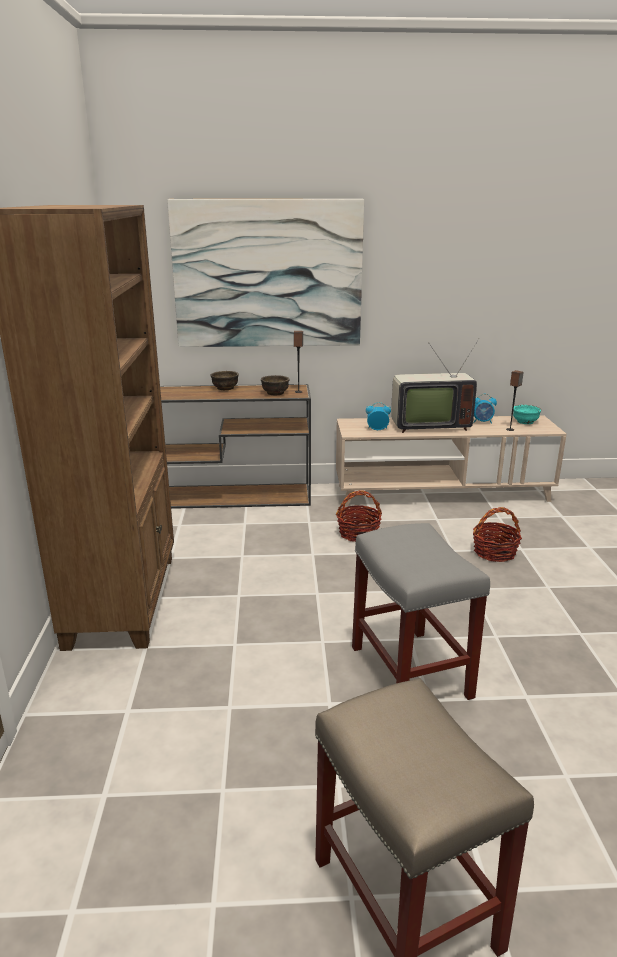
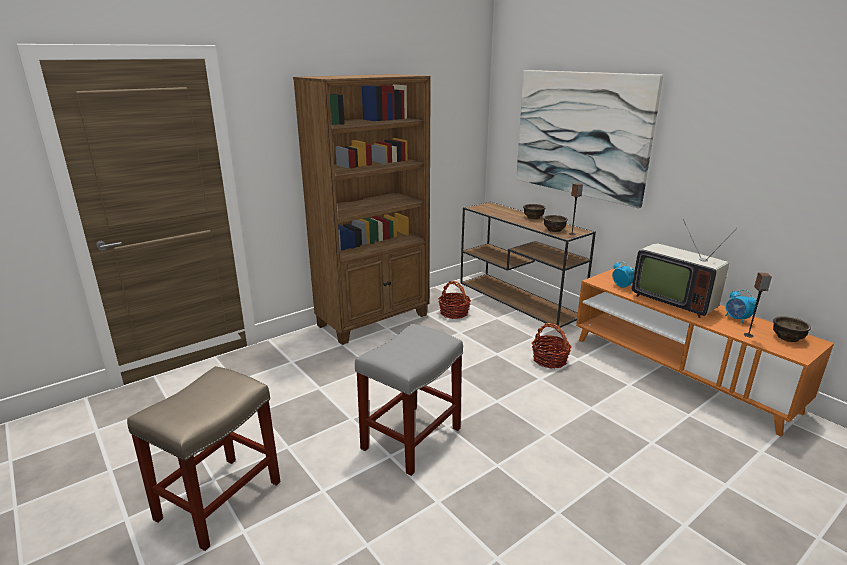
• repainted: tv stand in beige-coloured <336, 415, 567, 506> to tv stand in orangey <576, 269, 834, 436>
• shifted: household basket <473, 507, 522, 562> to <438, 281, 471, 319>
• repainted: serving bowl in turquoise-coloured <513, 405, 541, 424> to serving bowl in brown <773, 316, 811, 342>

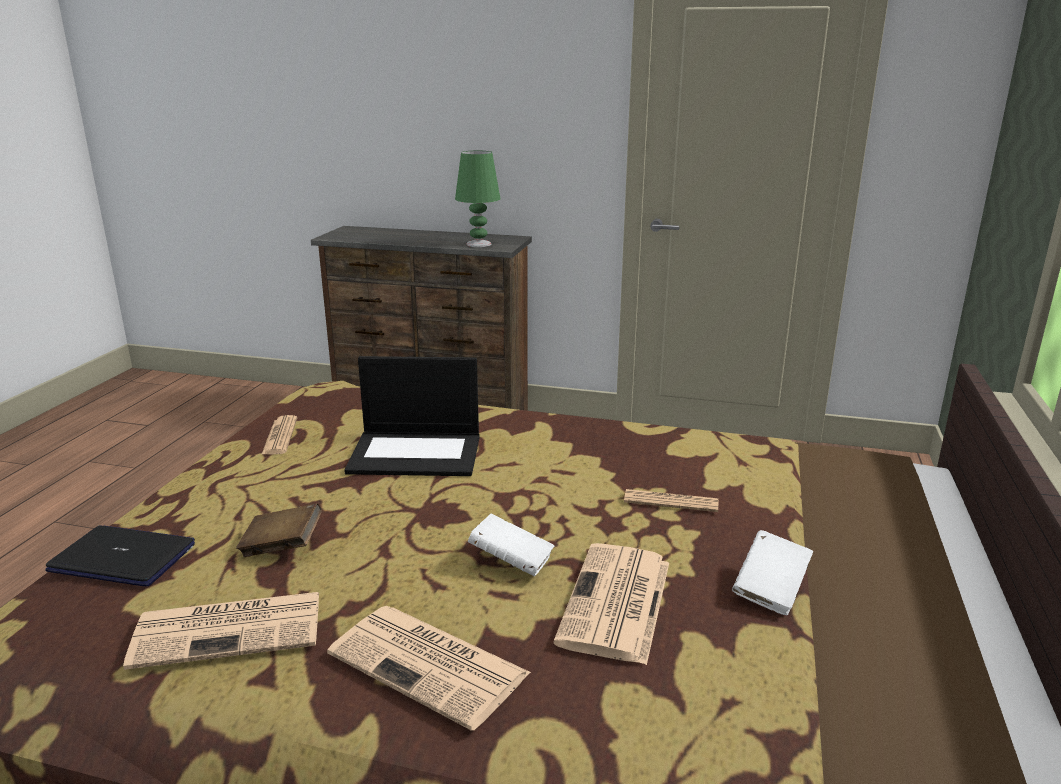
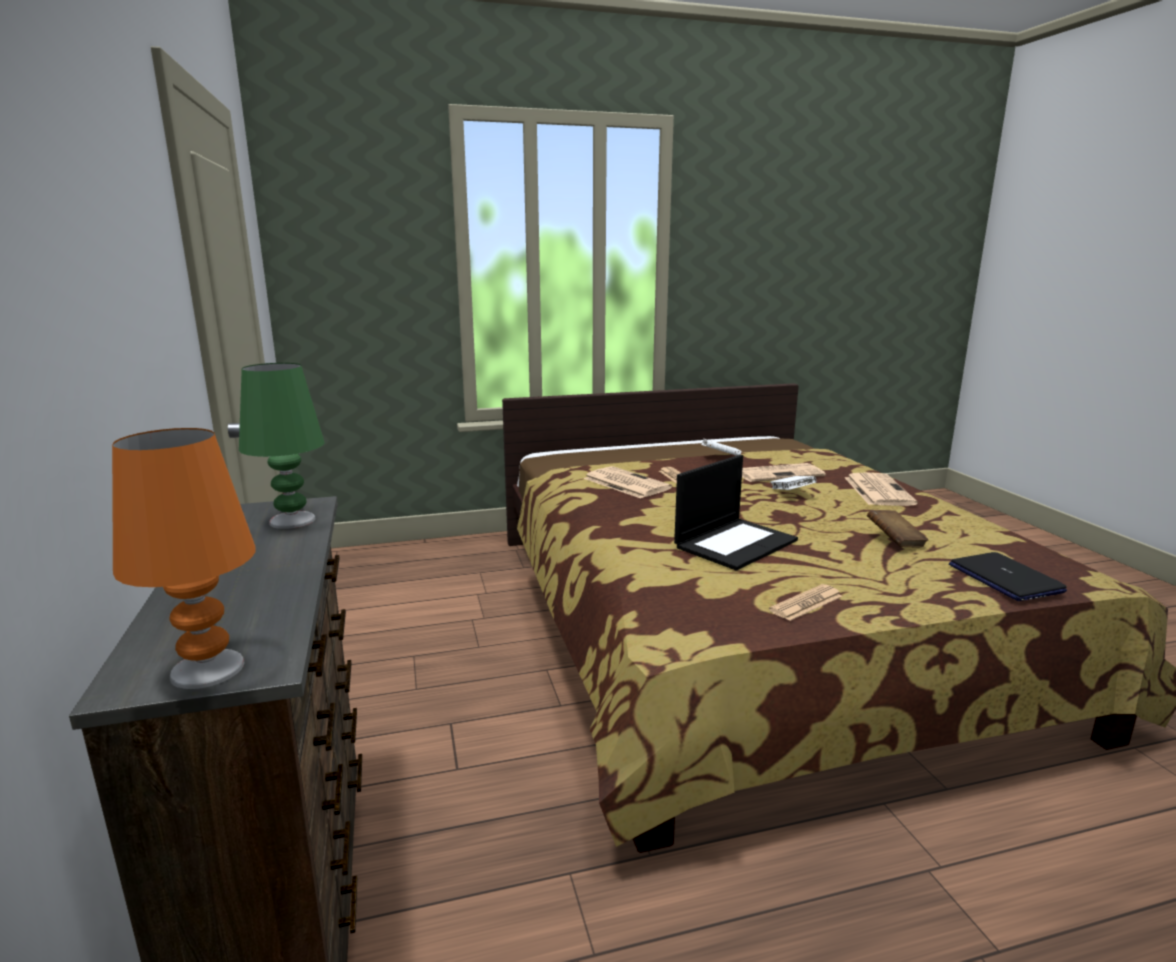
• shifted: printed paper <123, 592, 319, 670> to <584, 466, 672, 499>
• rotated: notebook computer <344, 356, 480, 476> = <674, 455, 798, 571> 75 degrees clockwise
• new: table lamp in orangey <112, 428, 256, 689>

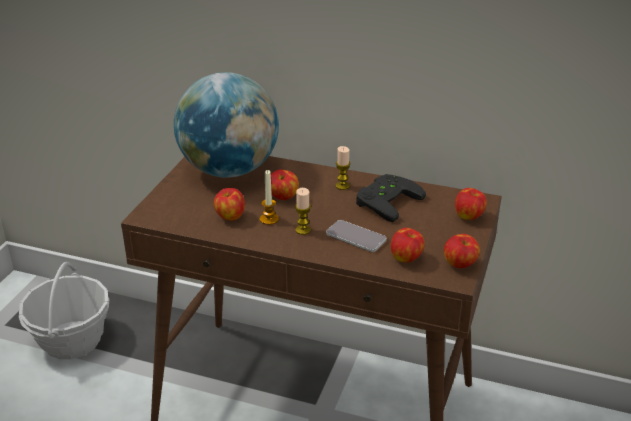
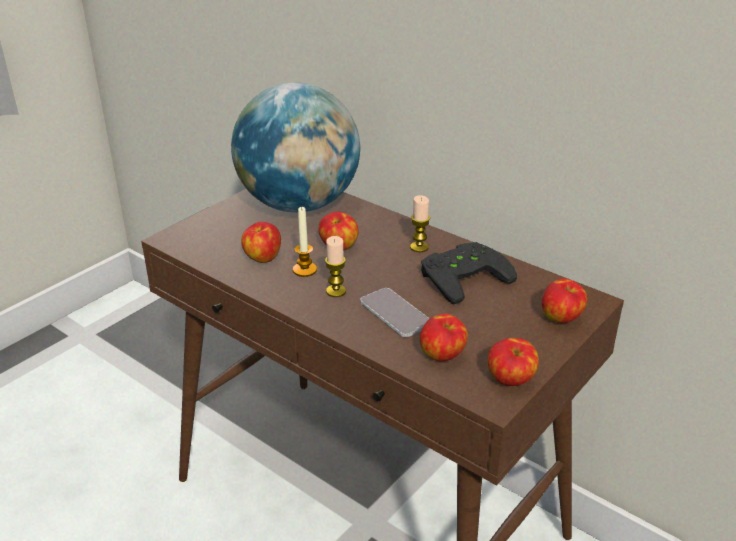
• gone: household basket <19, 262, 109, 359>

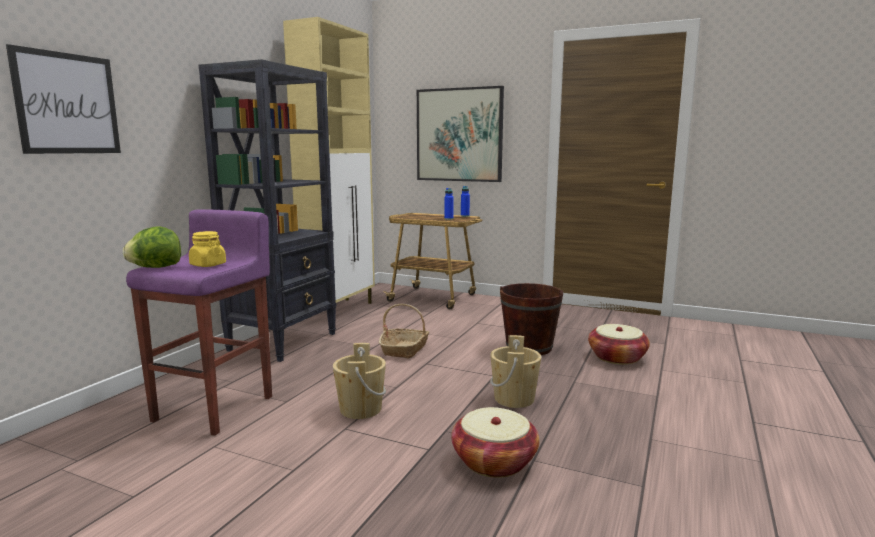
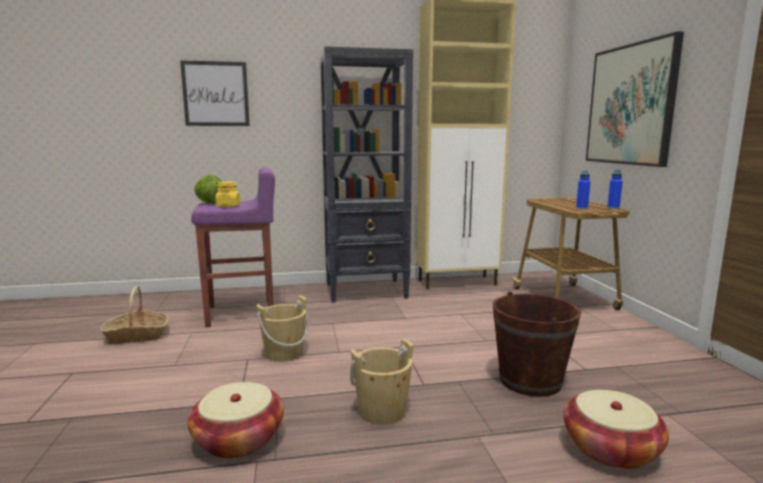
• shifted: household basket <379, 304, 429, 358> to <100, 286, 169, 344>

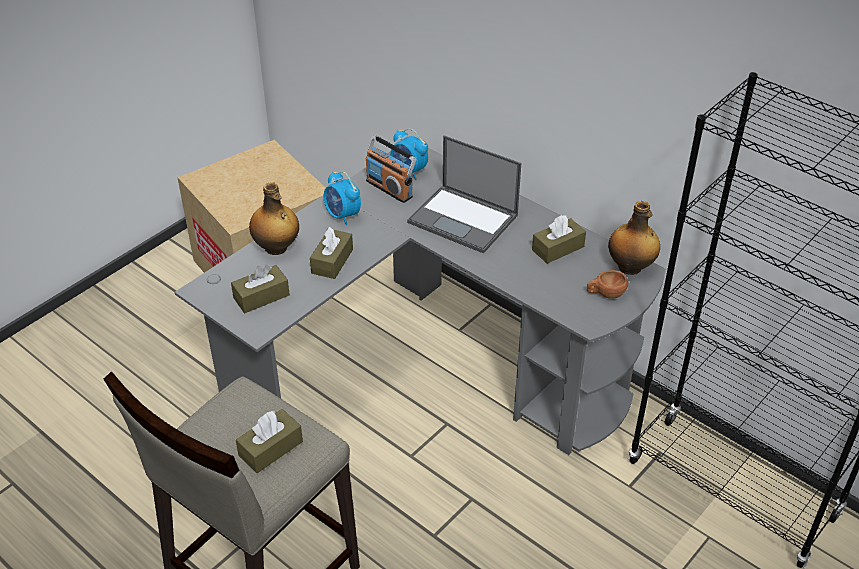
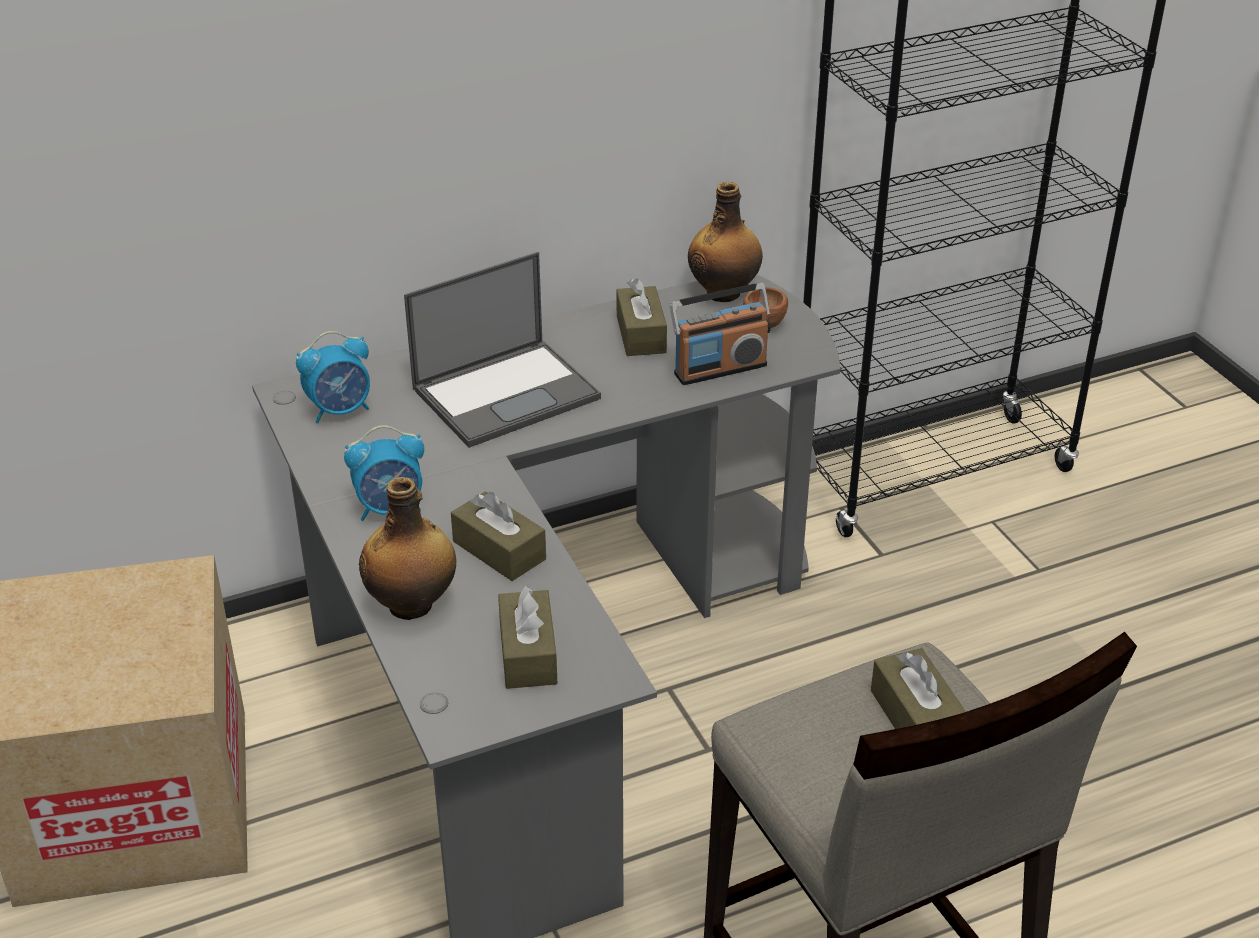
• shifted: radio set <366, 135, 416, 203> to <670, 283, 771, 385>

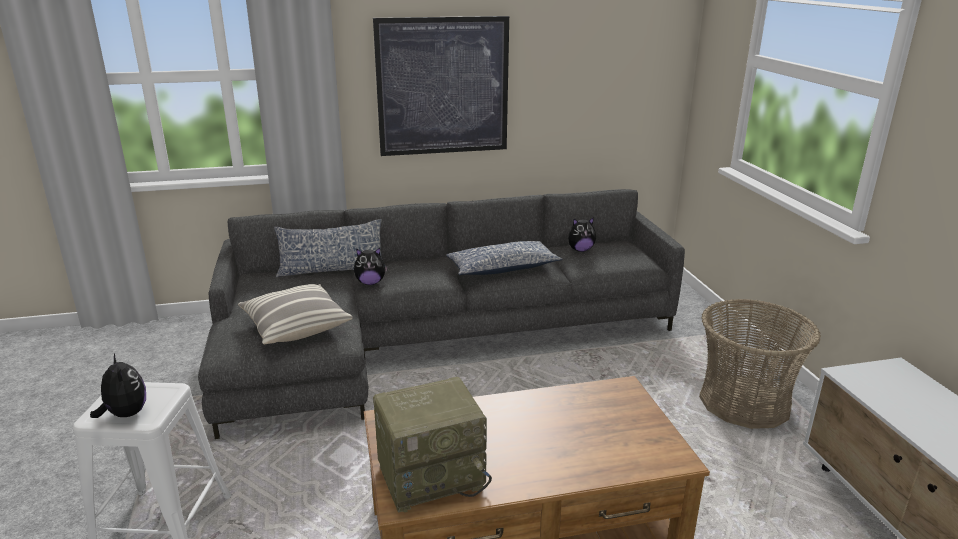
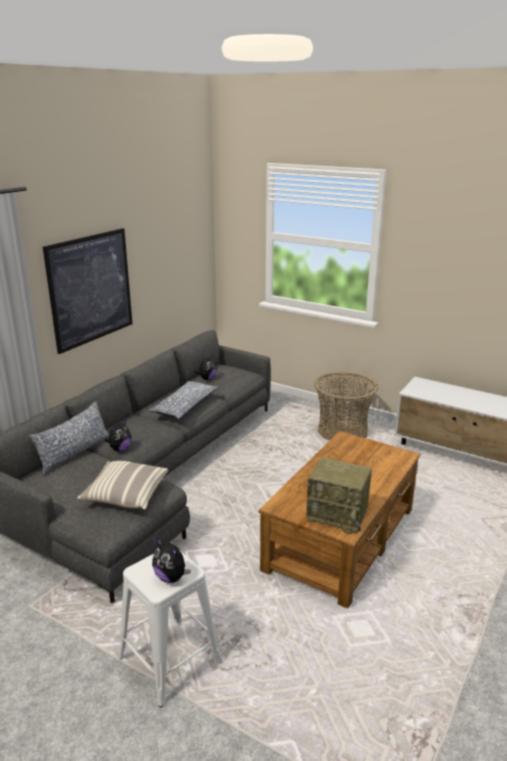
• rotated: cuddly toy <90, 353, 146, 418> = <152, 537, 191, 583> 150 degrees counterclockwise
• rotated: radio set <373, 377, 492, 513> = <306, 457, 372, 533> 90 degrees clockwise

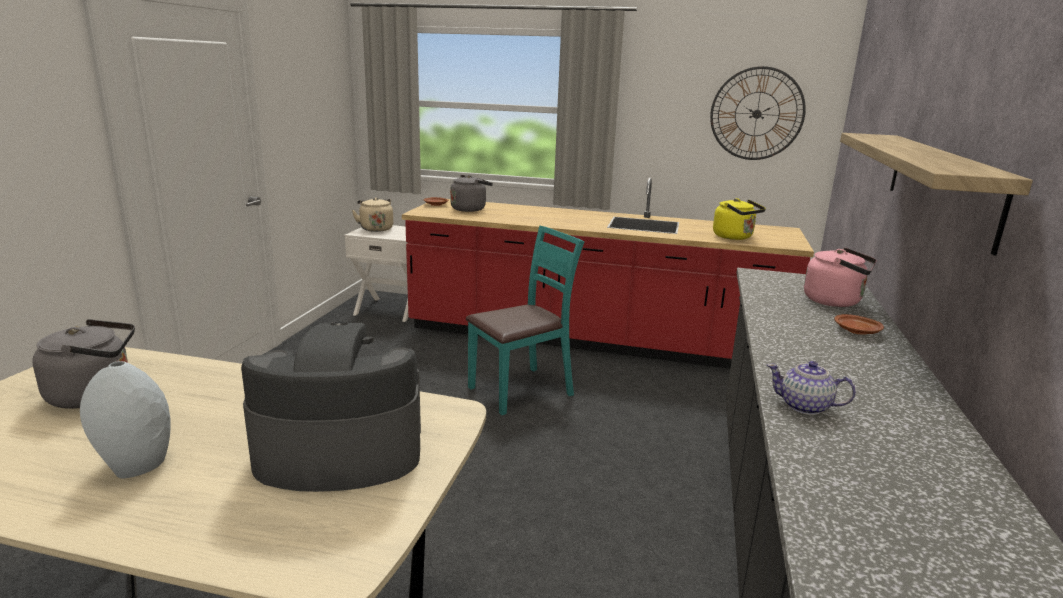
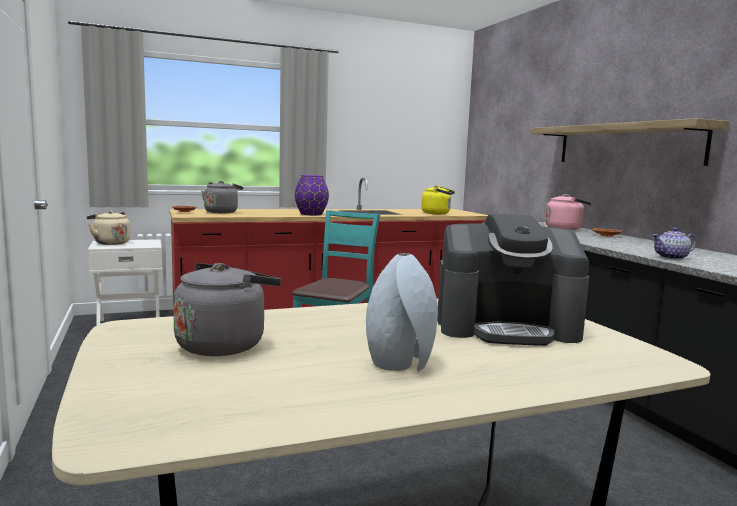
• rotated: coffee machine <241, 322, 421, 492> = <437, 214, 589, 346> 135 degrees counterclockwise
• gone: wall clock <710, 66, 806, 160>
• new: vase in purple-coloured <295, 175, 329, 215>

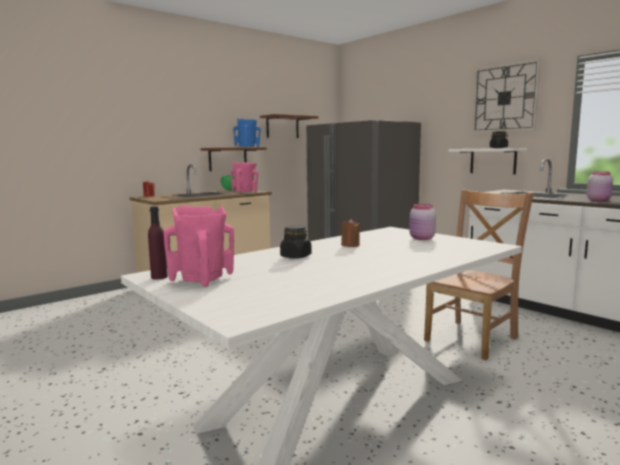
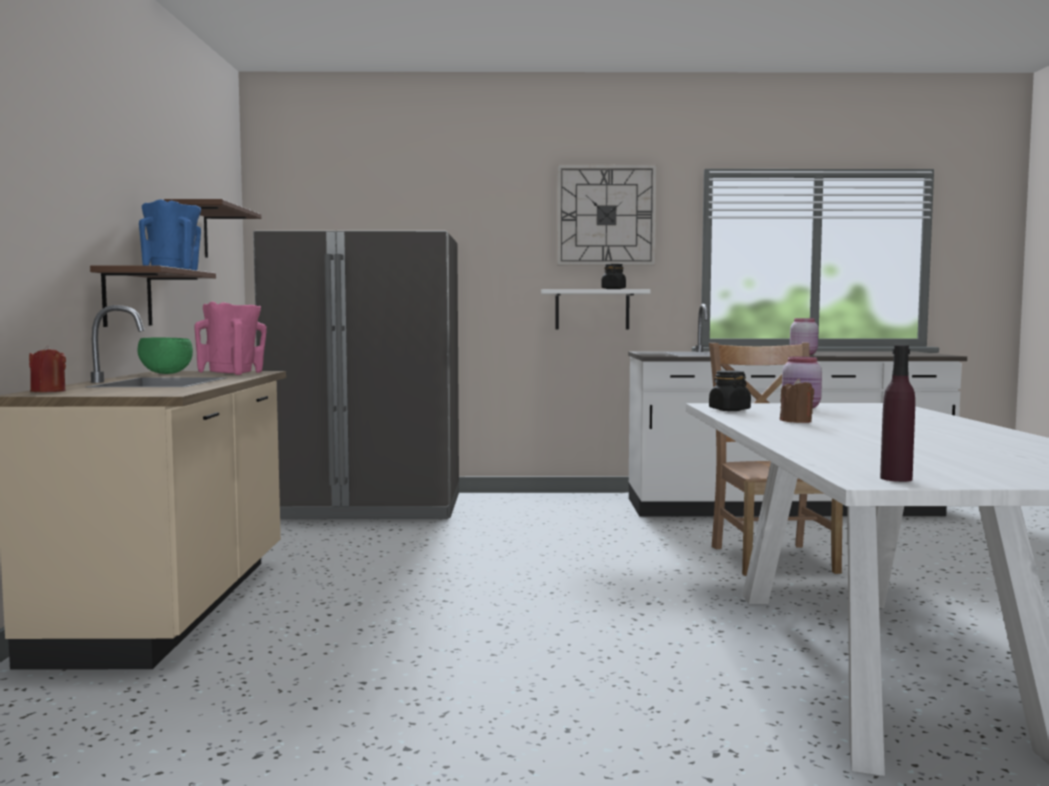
• gone: vase in pink-coloured <164, 205, 234, 287>
• shifted: preserve jar in black <280, 225, 312, 259> to <709, 370, 751, 411>

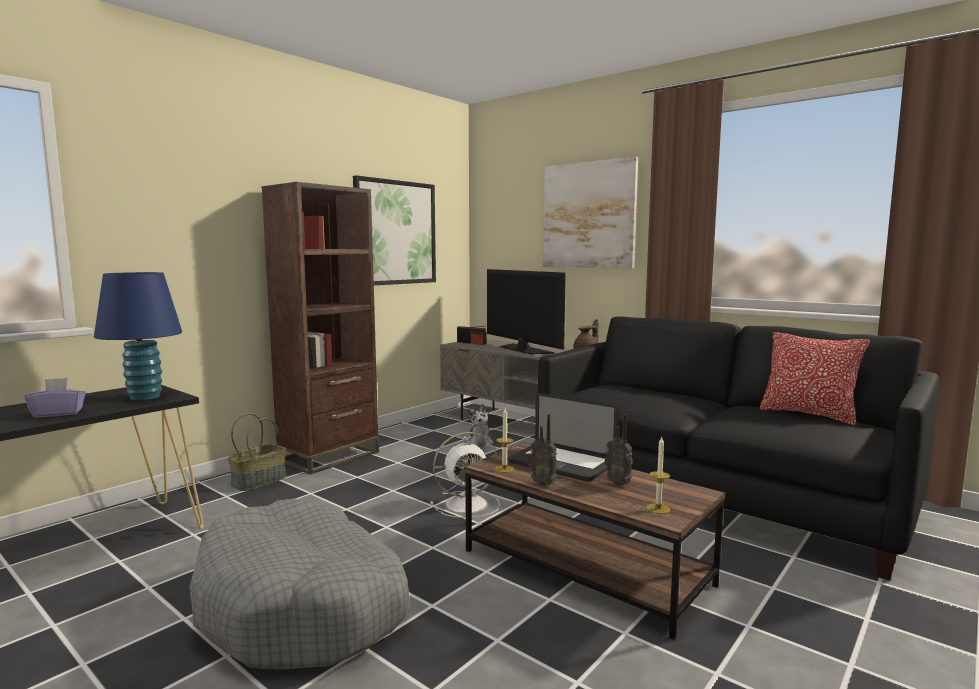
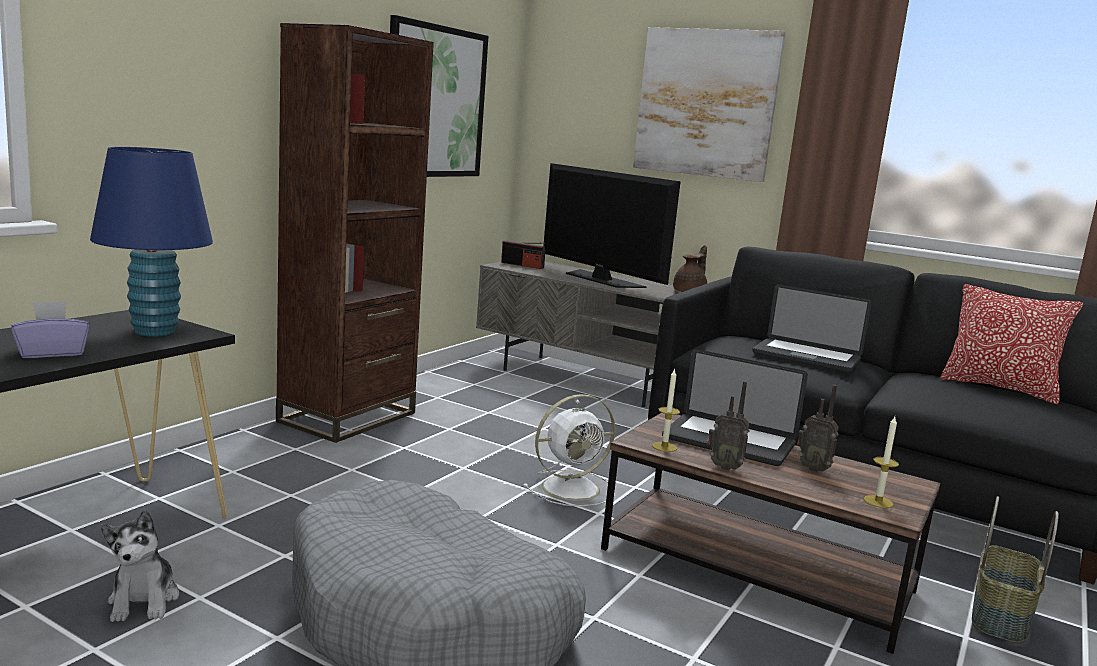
• shifted: household basket <228, 413, 286, 491> to <972, 496, 1059, 644>
• shifted: cuddly toy <467, 404, 494, 448> to <101, 510, 179, 622>
• new: notebook computer <752, 284, 872, 372>

